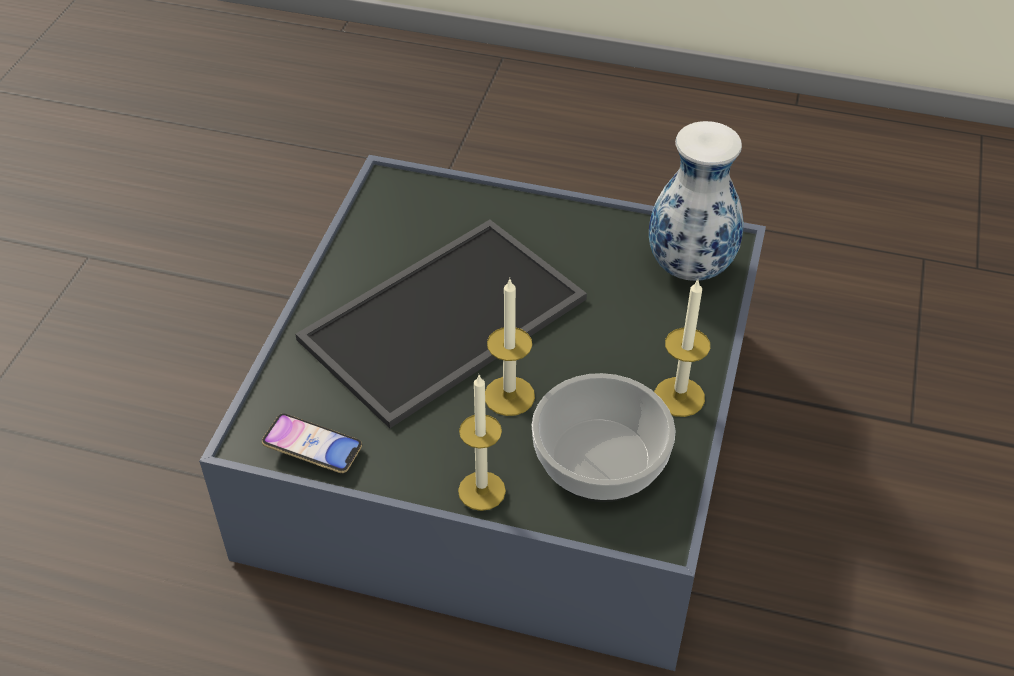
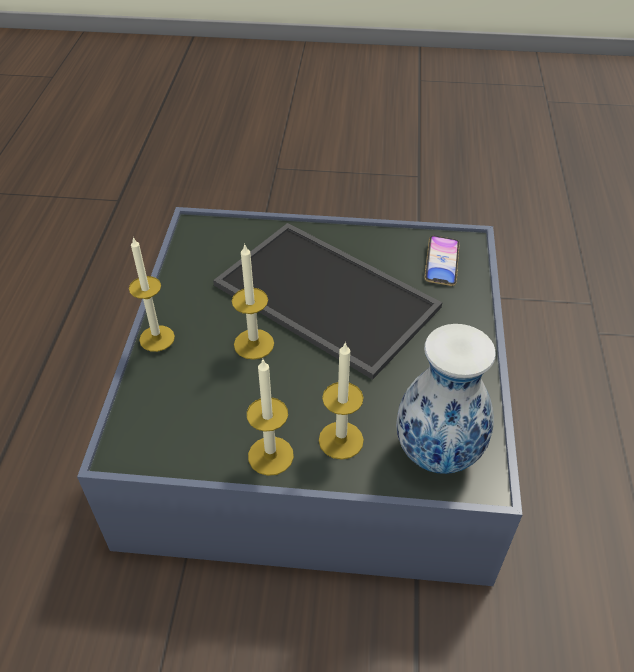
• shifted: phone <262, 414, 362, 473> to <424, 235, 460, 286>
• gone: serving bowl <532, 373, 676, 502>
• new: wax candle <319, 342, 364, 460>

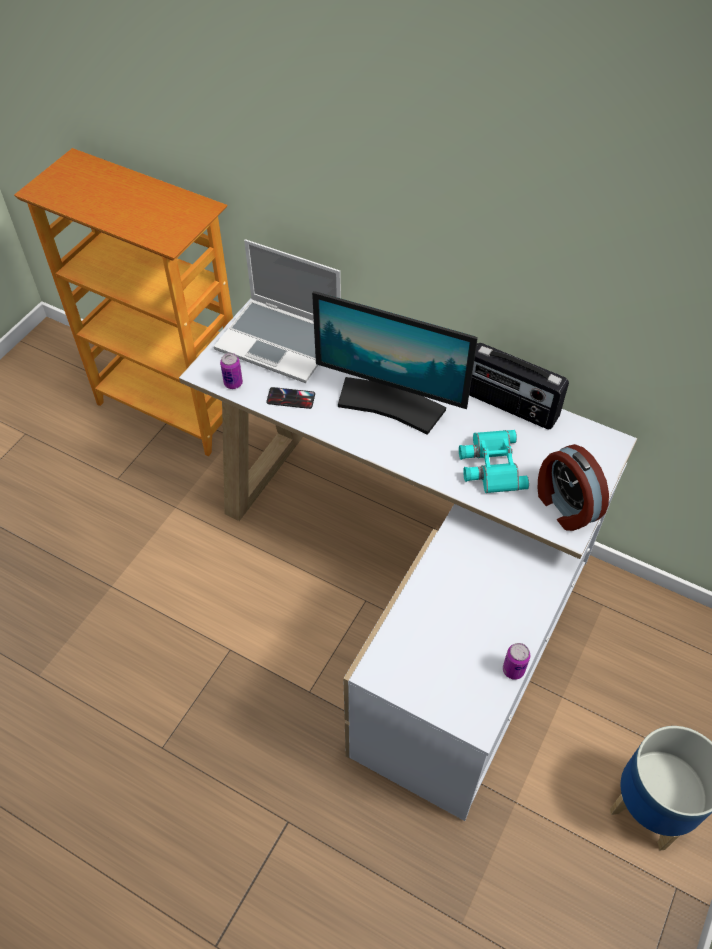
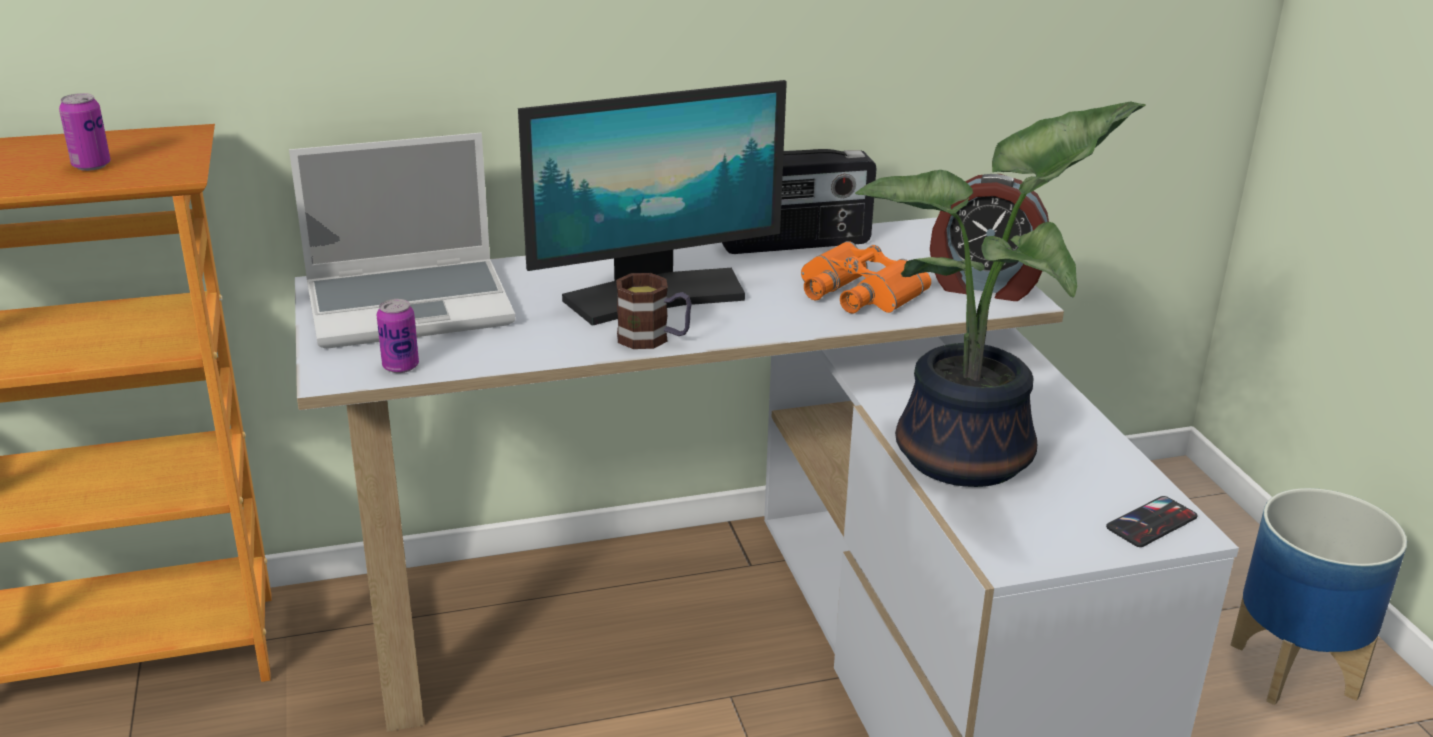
• shifted: phone <266, 387, 315, 409> to <1106, 496, 1198, 547>
• repainted: field glasses in turquoise-coloured <459, 430, 529, 493> to field glasses in orangey <801, 241, 931, 313>
• shifted: metal can <503, 643, 530, 680> to <59, 93, 111, 171>
• new: tea mug <616, 273, 692, 349>
• new: houseplant <855, 101, 1145, 487>

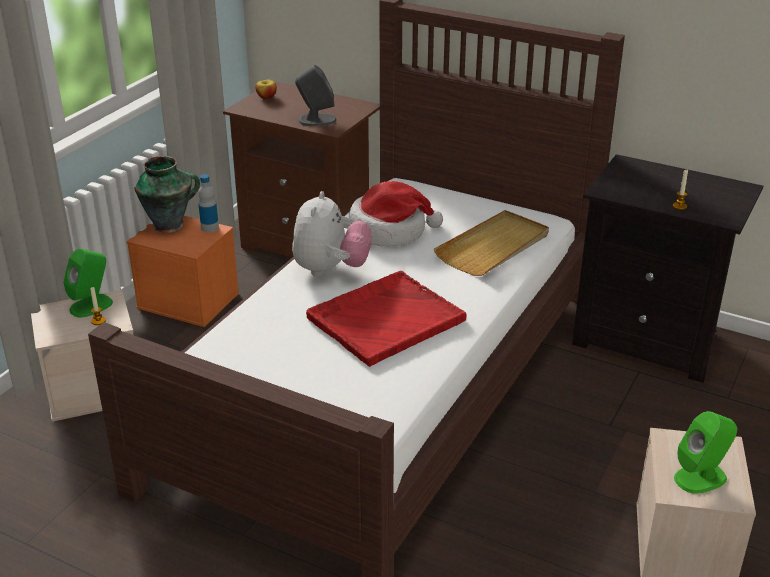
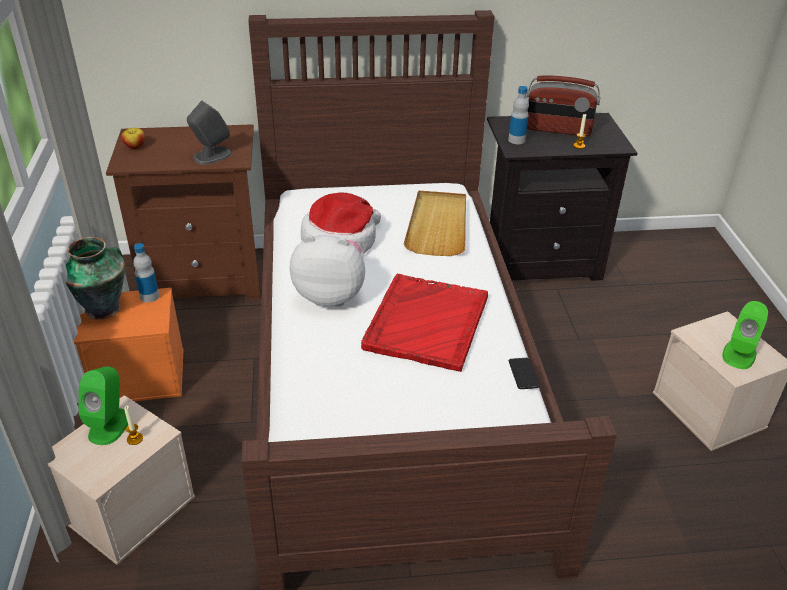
• rotated: cuddly toy <292, 191, 372, 276> = <290, 235, 365, 307> 60 degrees counterclockwise
• new: drink bottle <508, 86, 529, 144>
• new: phone <509, 358, 539, 389>
• new: radio set <527, 76, 600, 136>

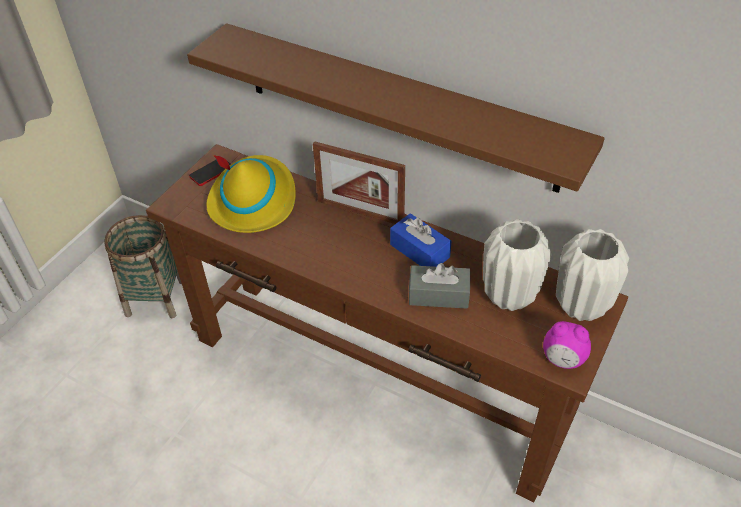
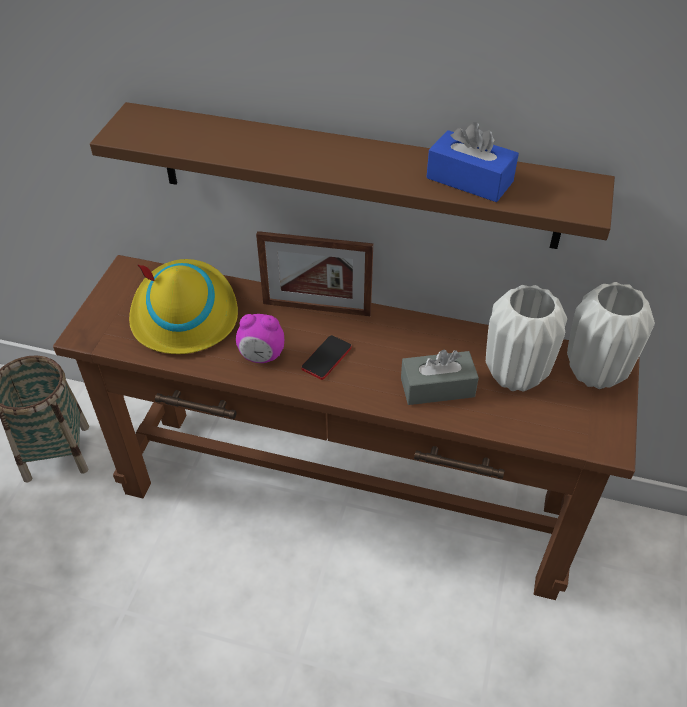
• shifted: phone <189, 160, 231, 186> to <301, 335, 352, 380>
• shifted: box of tissues in blue <390, 213, 451, 267> to <426, 122, 519, 202>
• shifted: bedside clock <543, 321, 591, 369> to <236, 314, 284, 363>

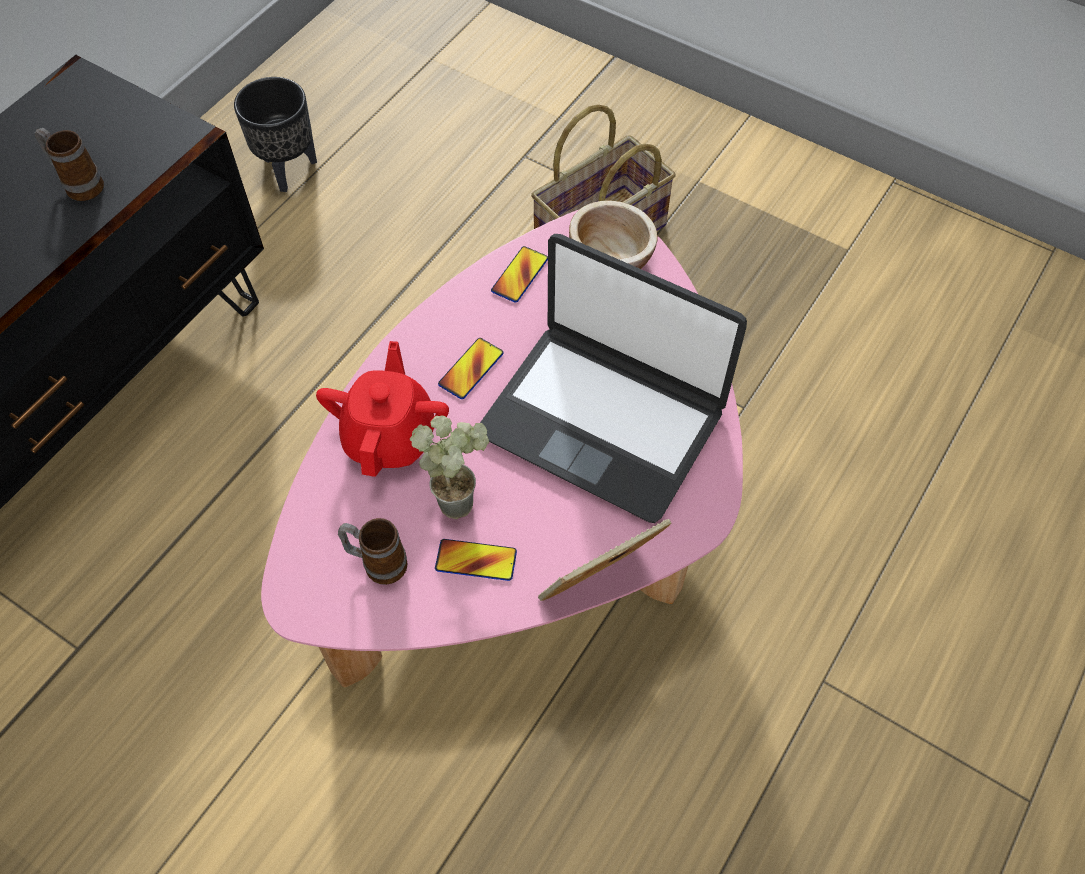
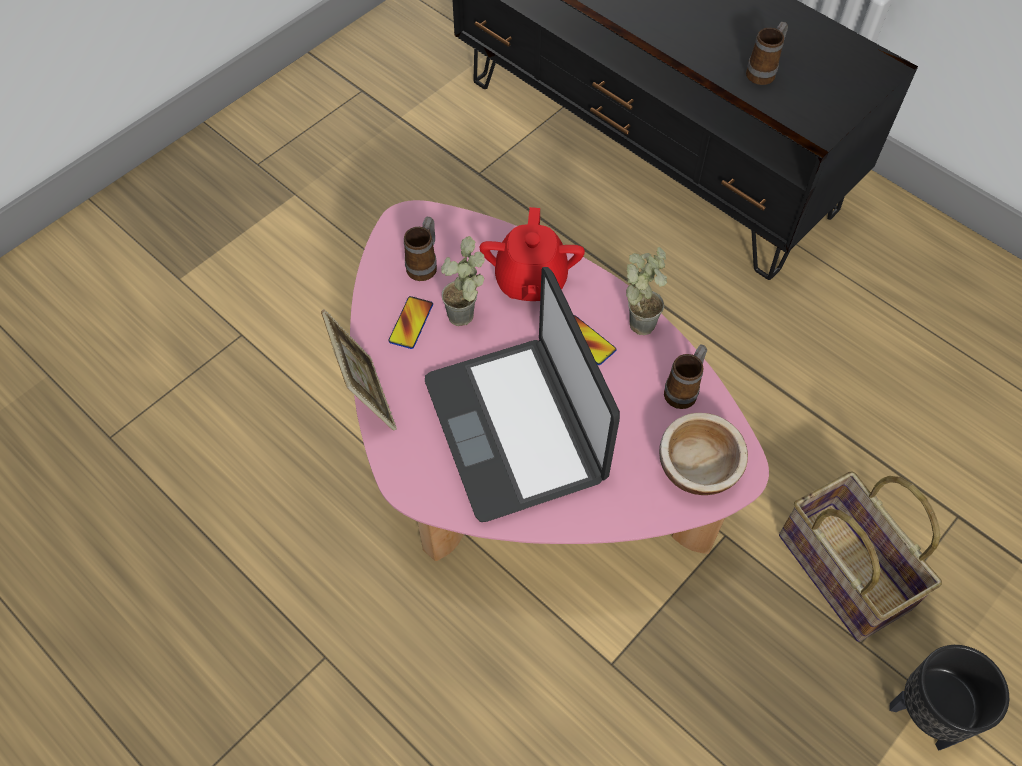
• shifted: planter in black <234, 77, 317, 192> to <889, 645, 1009, 751>
• rotated: pot for tea in red <316, 341, 449, 477> = <479, 207, 585, 301> 75 degrees clockwise
• rotated: notebook computer <480, 234, 747, 523> = <425, 267, 620, 522> 60 degrees counterclockwise
• swapped: phone <491, 246, 548, 303> to tea mug <664, 345, 707, 409>
• new: houseplant <626, 247, 667, 335>

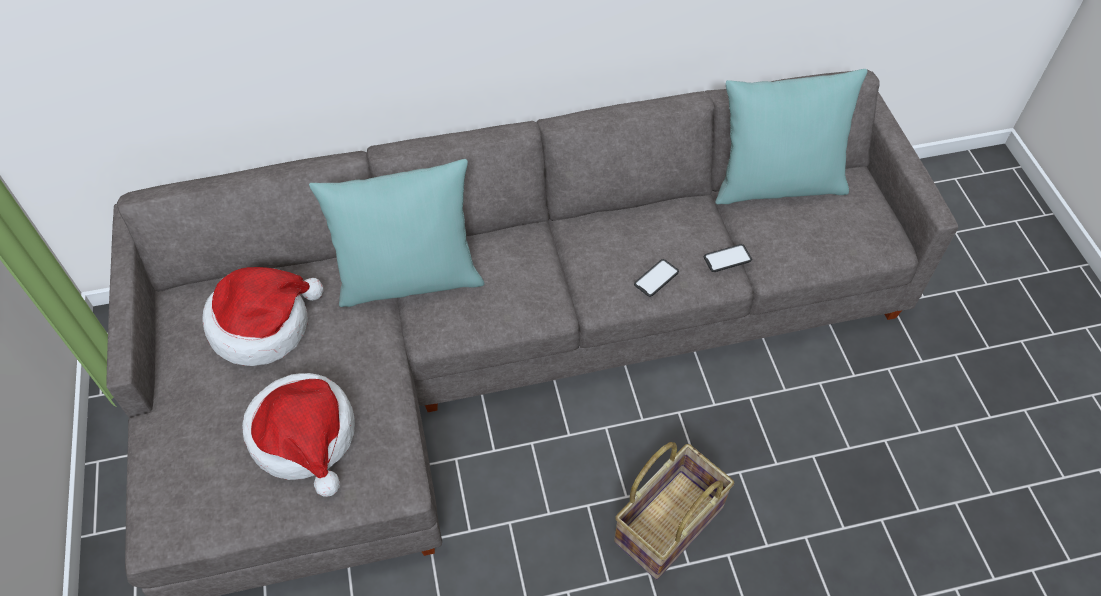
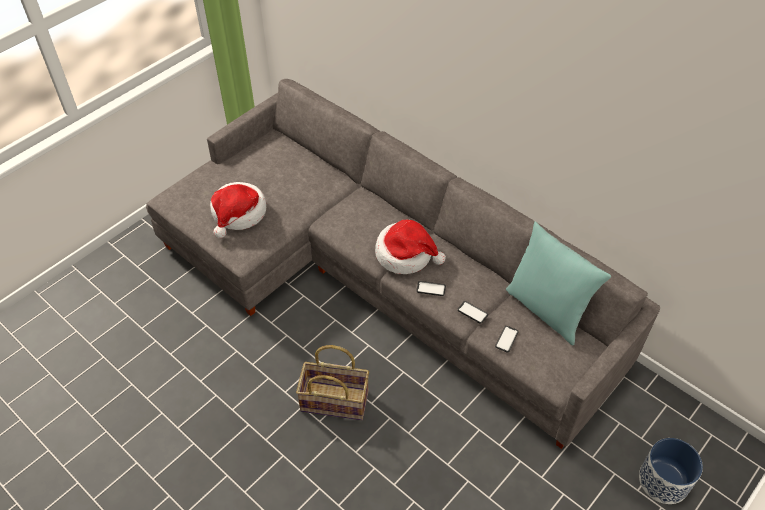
• shifted: hat <202, 267, 324, 366> to <375, 220, 446, 274>
• gone: throw pillow in turquoise-coloured <309, 159, 485, 307>
• new: phone <495, 326, 519, 352>
• new: planter <639, 438, 703, 504>

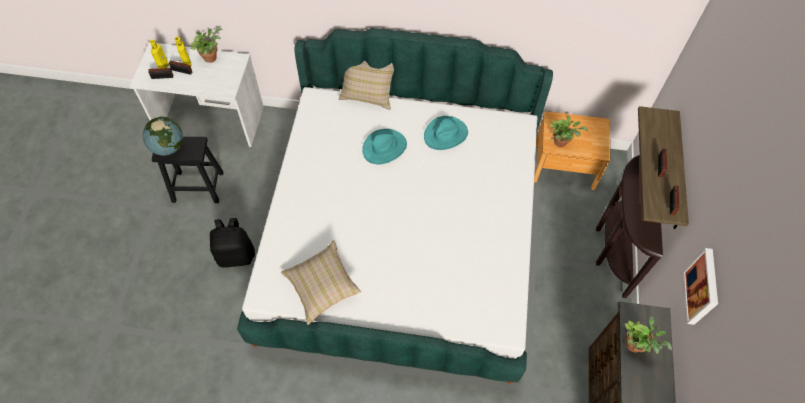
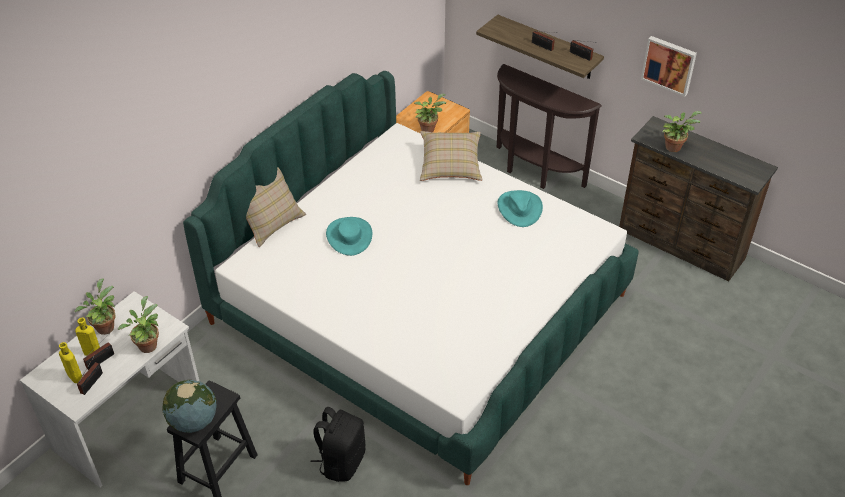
• shifted: throw pillow in beige-coloured <281, 240, 361, 325> to <420, 131, 482, 181>
• shifted: hat in turquoise-coloured <424, 116, 468, 150> to <498, 190, 543, 227>
• new: houseplant <118, 296, 159, 353>

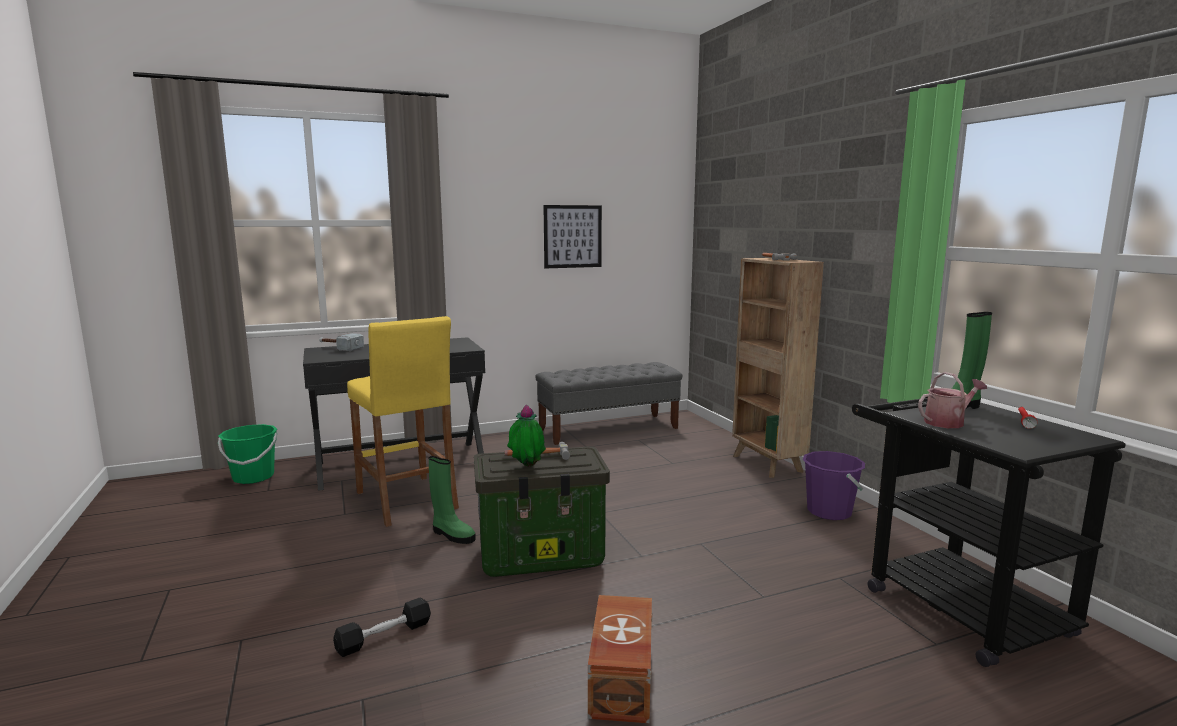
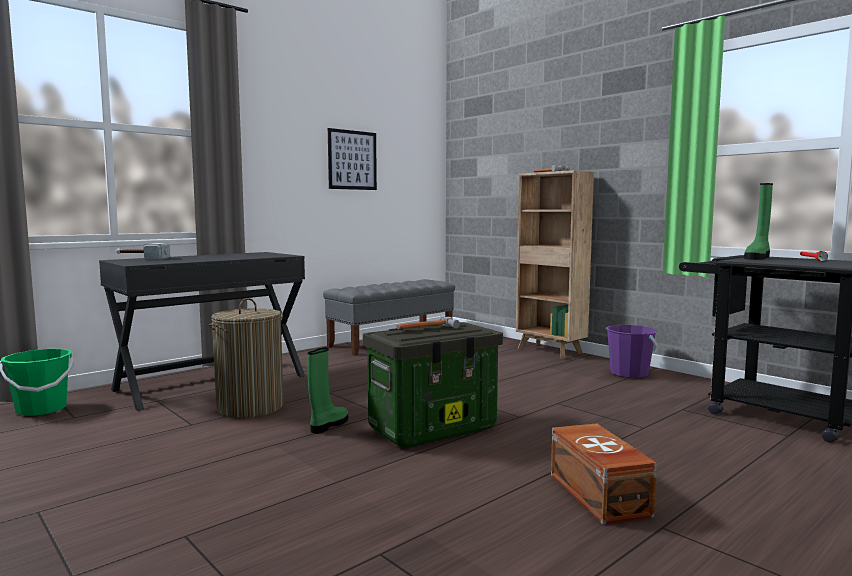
• gone: hand weight in black <333, 598, 431, 657>
• swapped: stool in yellowish <347, 316, 459, 527> to washing basket <209, 298, 284, 418>
• rotated: boot in green-coloured <429, 456, 476, 544> = <308, 348, 348, 434> 75 degrees counterclockwise
• gone: houseplant <507, 405, 546, 467>
• gone: watering pot <918, 372, 987, 428>

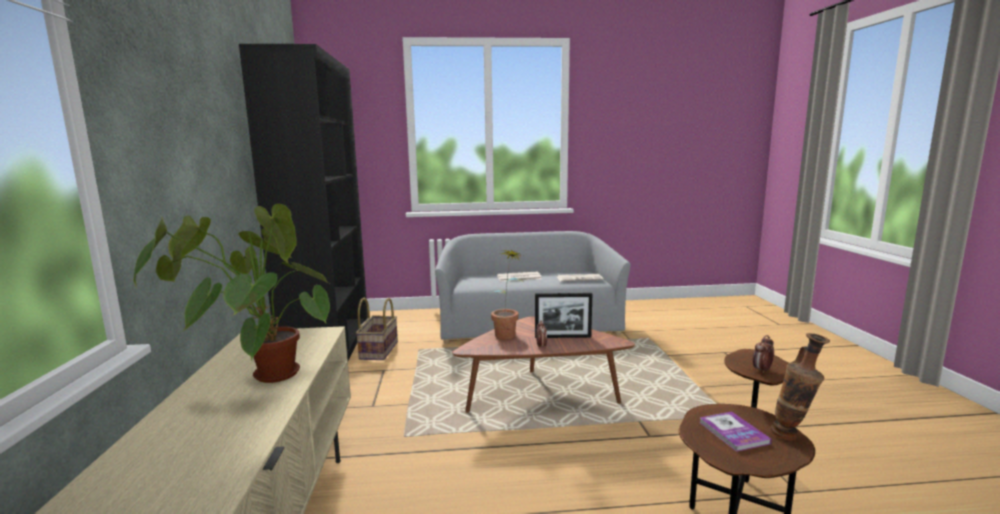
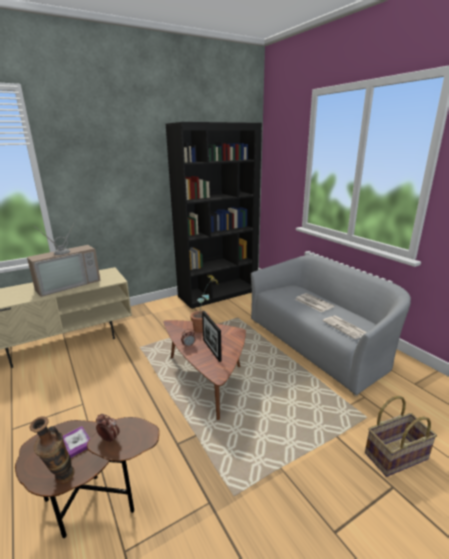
• swapped: houseplant <133, 204, 331, 383> to television <27, 220, 100, 297>
• shifted: household basket <356, 298, 398, 360> to <365, 396, 437, 477>

